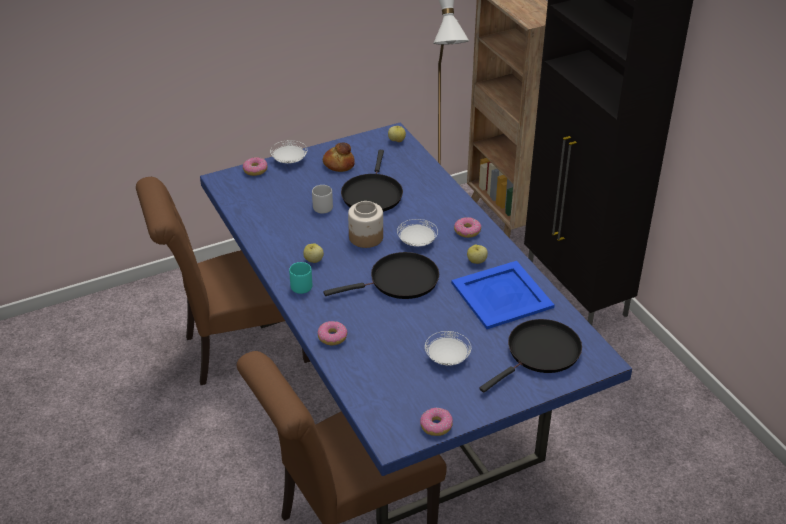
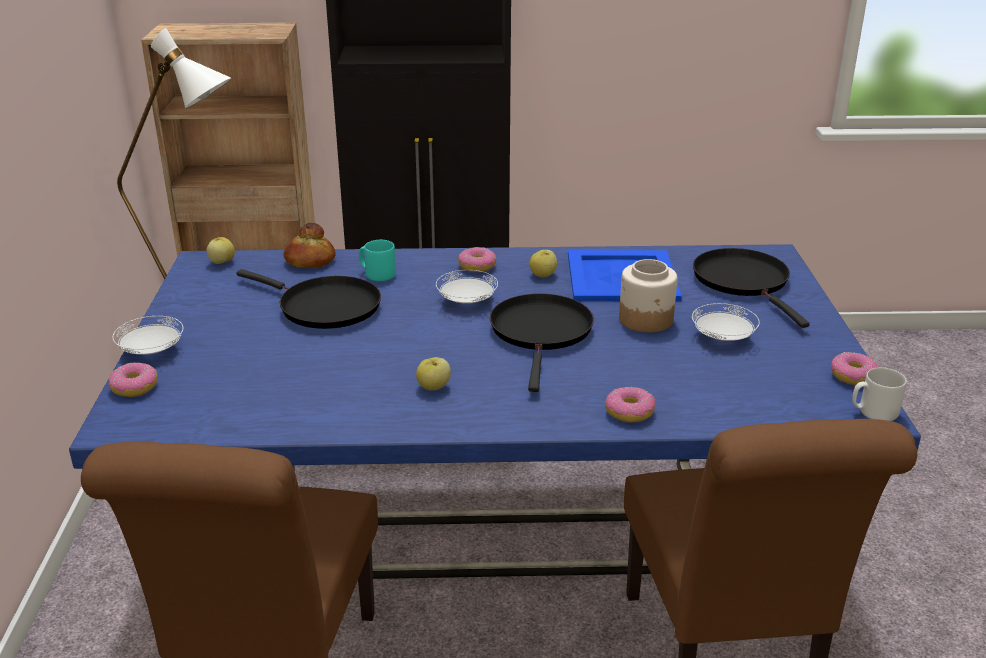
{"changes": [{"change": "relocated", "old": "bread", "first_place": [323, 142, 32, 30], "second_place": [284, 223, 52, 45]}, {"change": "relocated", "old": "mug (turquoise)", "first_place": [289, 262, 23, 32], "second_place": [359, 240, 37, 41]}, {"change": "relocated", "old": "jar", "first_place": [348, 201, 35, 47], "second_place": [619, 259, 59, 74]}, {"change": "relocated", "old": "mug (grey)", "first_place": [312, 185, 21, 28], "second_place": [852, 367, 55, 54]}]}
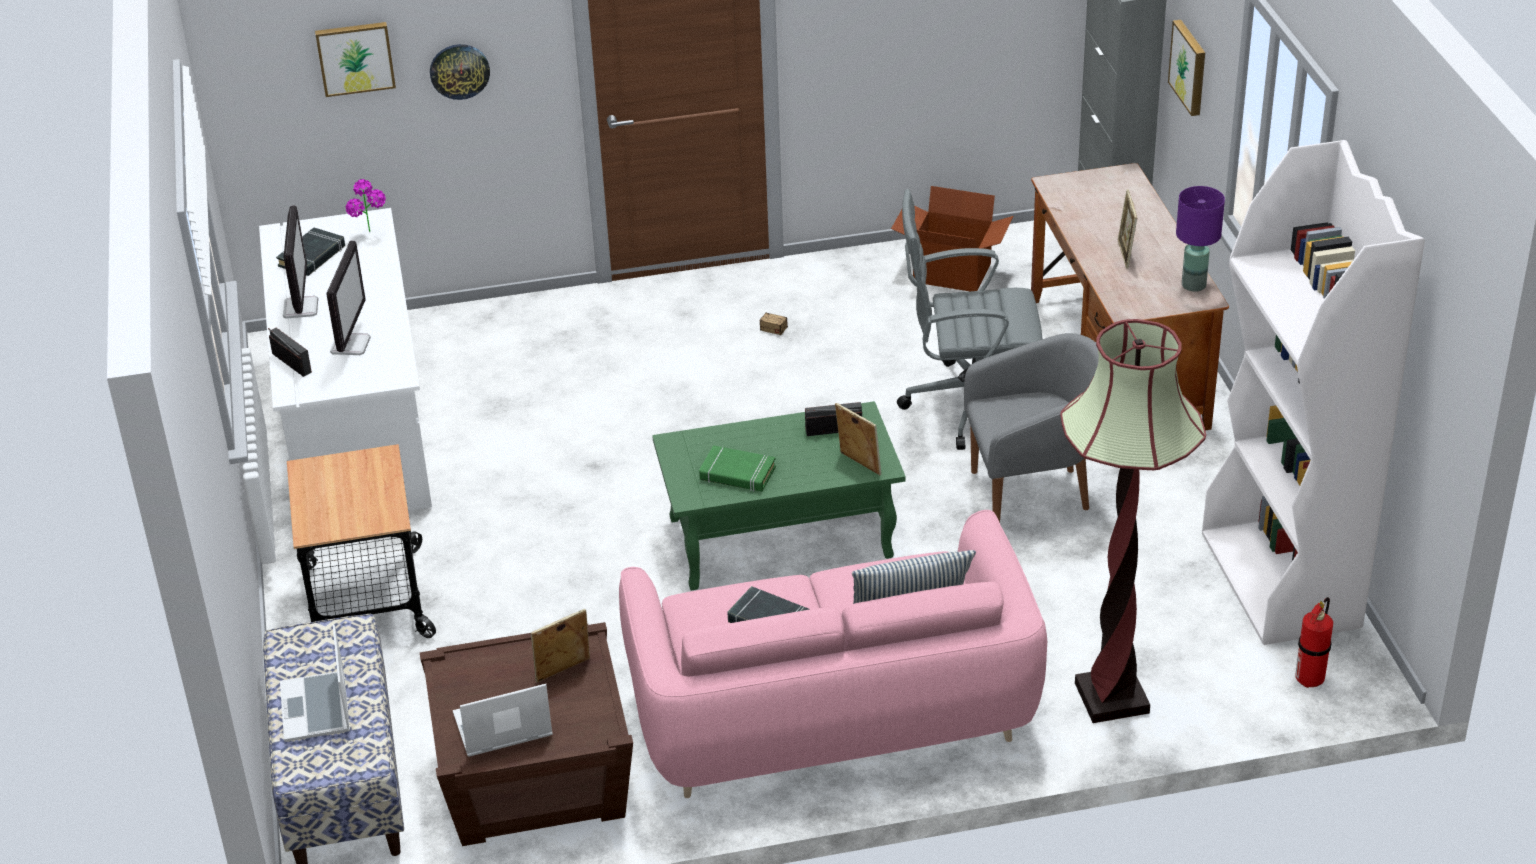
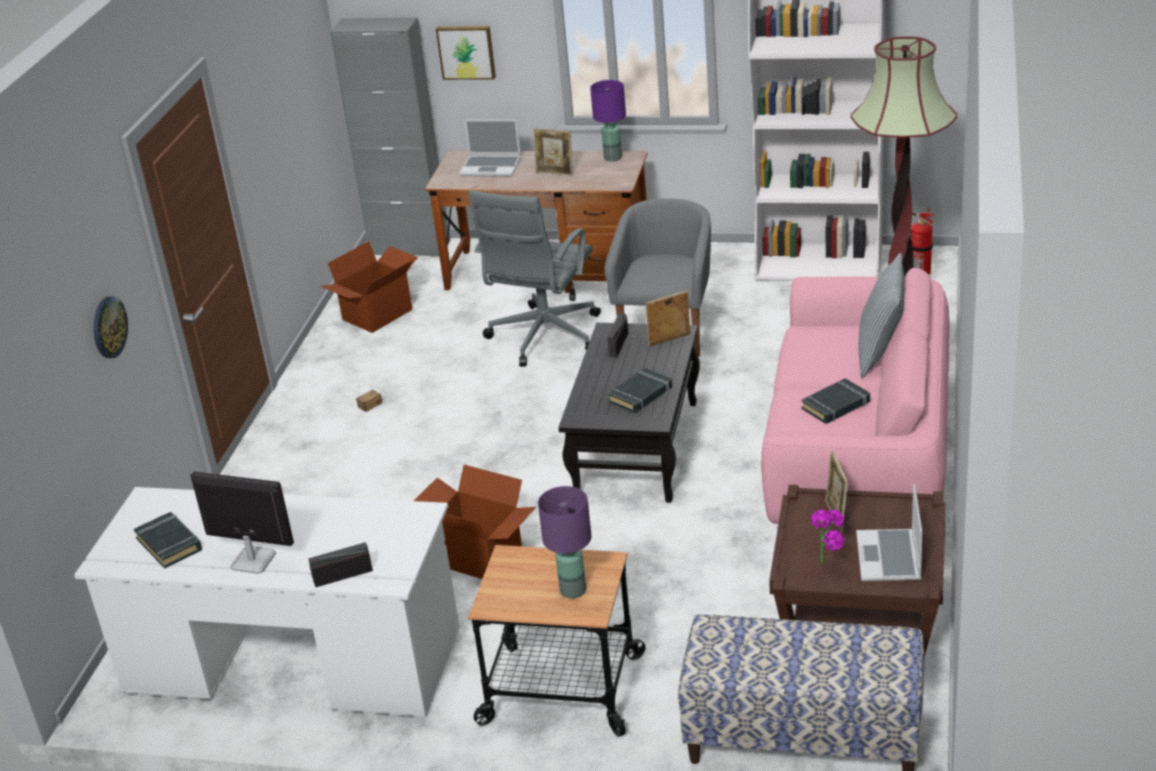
{"changes": [{"change": "appeared", "new": "cardboard box", "second_place": [414, 465, 122, 114]}, {"change": "relocated", "old": "laptop", "first_place": [280, 624, 70, 118], "second_place": [459, 119, 62, 58]}, {"change": "appeared", "new": "table lamp (purple)", "second_place": [538, 486, 53, 112]}, {"change": "colour", "old": "coffee table (green)", "new": "coffee table (black)", "first_place": [652, 401, 254, 190], "second_place": [558, 323, 142, 180]}, {"change": "colour", "old": "book (green)", "new": "book (black)", "first_place": [699, 445, 77, 47], "second_place": [608, 368, 64, 45]}, {"change": "relocated", "old": "potted plant", "first_place": [346, 179, 40, 53], "second_place": [811, 509, 33, 56]}, {"change": "missing", "old": "picture", "first_place": [315, 22, 81, 75]}, {"change": "missing", "old": "monitor", "first_place": [326, 241, 45, 114]}]}
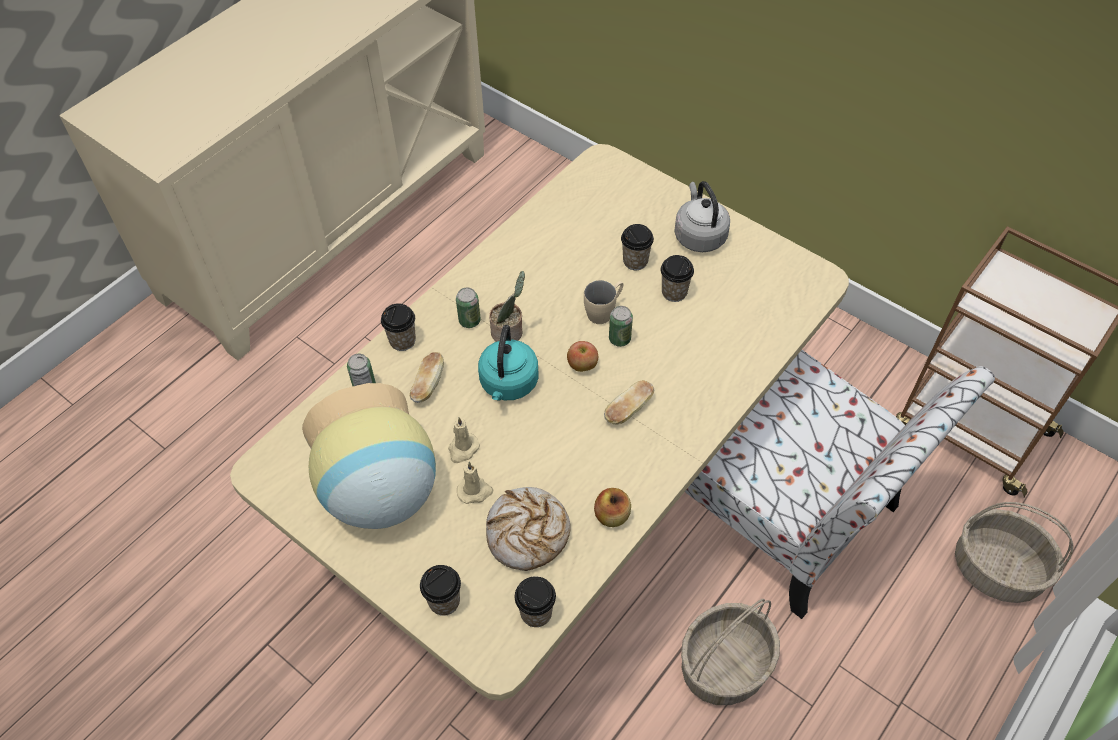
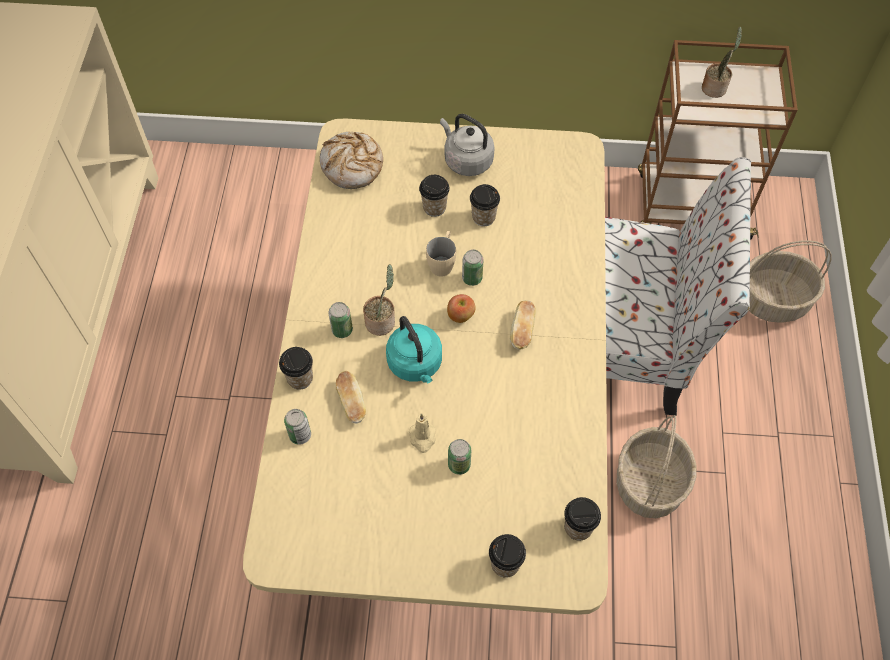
{"changes": [{"change": "relocated", "old": "bread", "first_place": [486, 487, 85, 84], "second_place": [320, 131, 63, 58]}, {"change": "exchanged", "old": "candle (beige)", "new": "can", "first_place": [457, 462, 37, 42], "second_place": [448, 439, 23, 36]}, {"change": "appeared", "new": "potted plant", "second_place": [702, 27, 40, 71]}, {"change": "missing", "old": "vase", "first_place": [302, 383, 134, 146]}, {"change": "missing", "old": "apple", "first_place": [594, 488, 37, 39]}]}
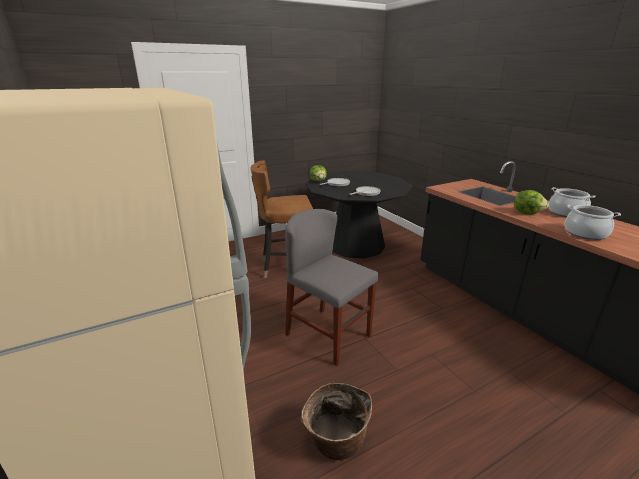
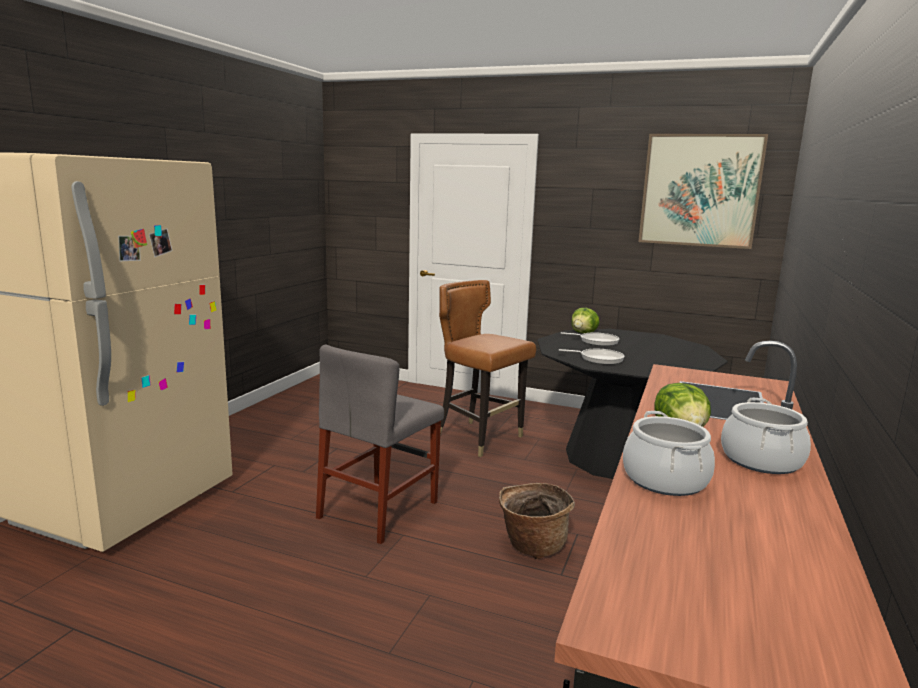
{"changes": [{"change": "spun", "old": "chair (grey)", "first_place": [285, 209, 93, 157], "second_place": [316, 345, 128, 199], "degrees": -150}, {"change": "relocated", "old": "basket", "first_place": [301, 383, 71, 77], "second_place": [499, 483, 76, 76]}, {"change": "appeared", "new": "picture", "second_place": [638, 134, 130, 115]}]}
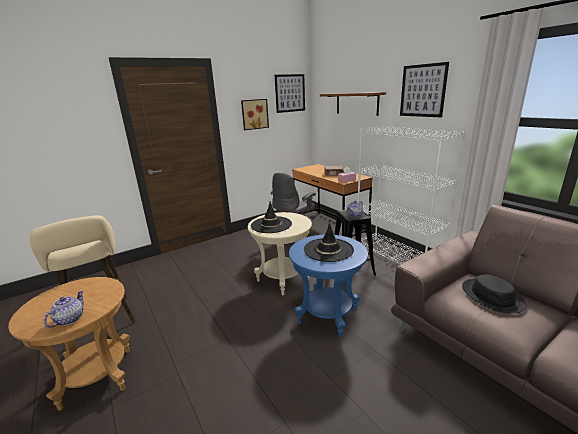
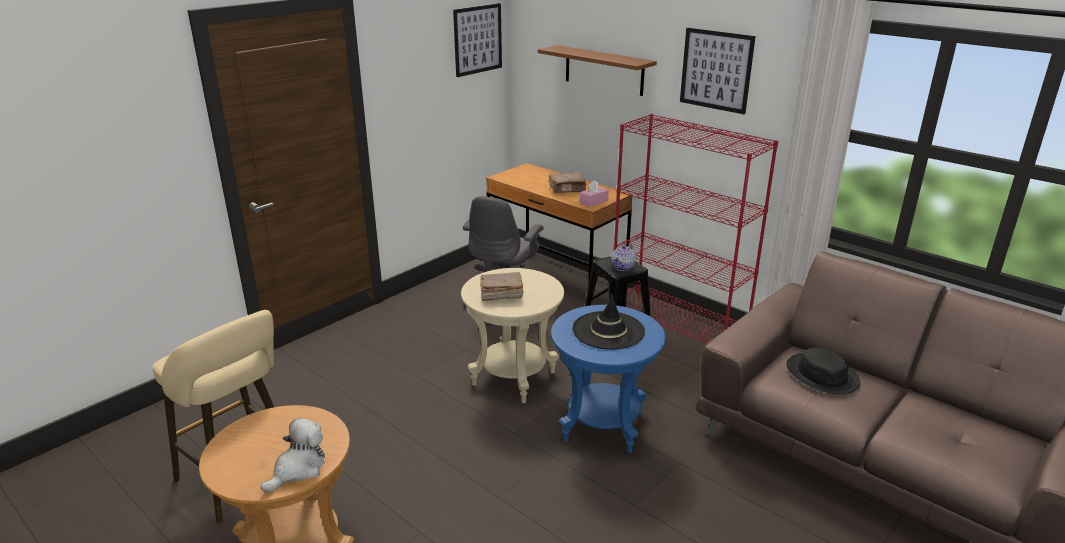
{"changes": [{"change": "exchanged", "old": "teapot", "new": "plush toy", "first_place": [43, 290, 41, 38], "second_place": [261, 418, 64, 74]}, {"change": "exchanged", "old": "hat (black)", "new": "book (brown)", "first_place": [251, 201, 41, 32], "second_place": [480, 272, 44, 29]}, {"change": "colour", "old": "bookcase (white)", "new": "bookcase (red)", "first_place": [358, 126, 107, 138], "second_place": [614, 114, 164, 230]}, {"change": "missing", "old": "picture", "first_place": [241, 99, 28, 31]}]}
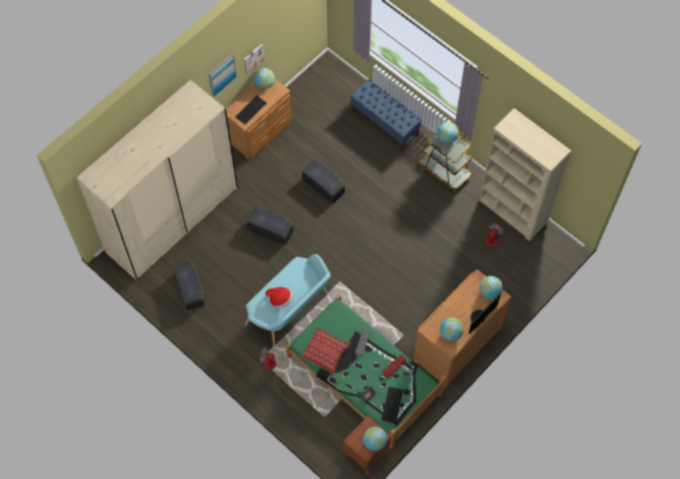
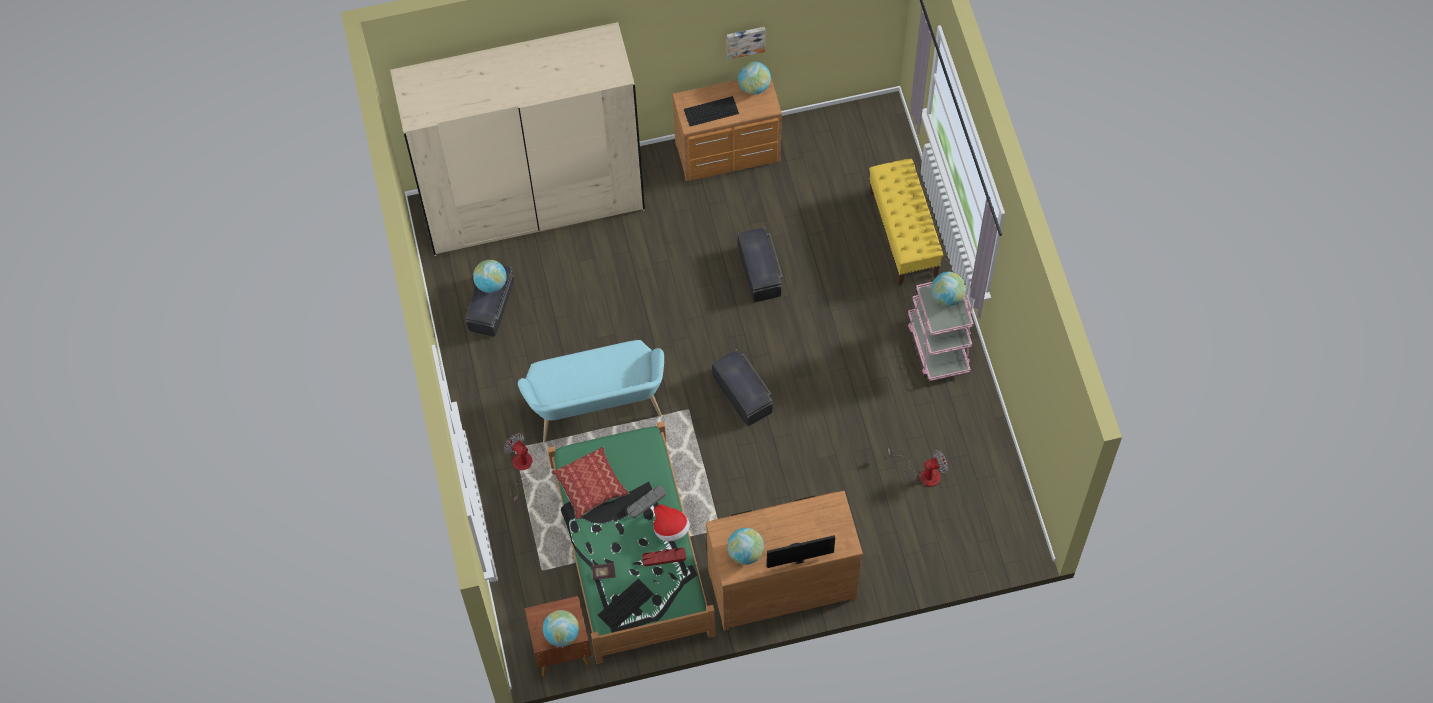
{"changes": [{"change": "relocated", "old": "globe", "first_place": [479, 276, 24, 23], "second_place": [473, 260, 34, 33]}, {"change": "relocated", "old": "hat", "first_place": [265, 287, 28, 21], "second_place": [653, 504, 37, 37]}, {"change": "relocated", "old": "storage box (black)", "first_place": [247, 207, 47, 38], "second_place": [712, 349, 61, 78]}, {"change": "colour", "old": "bench (blue)", "new": "bench (yellow)", "first_place": [350, 79, 72, 73], "second_place": [869, 158, 74, 128]}, {"change": "colour", "old": "cart (brown)", "new": "cart (pink)", "first_place": [419, 131, 54, 60], "second_place": [908, 282, 66, 99]}, {"change": "missing", "old": "picture", "first_place": [208, 53, 29, 44]}, {"change": "missing", "old": "bookcase (beige)", "first_place": [479, 108, 92, 133]}]}
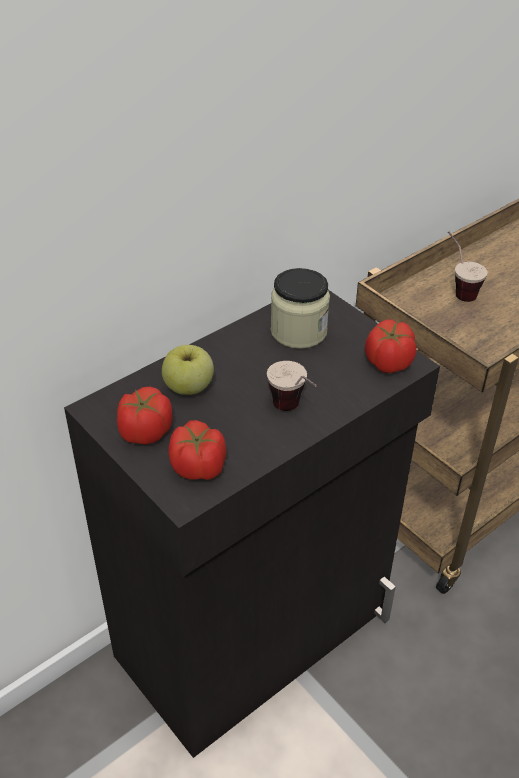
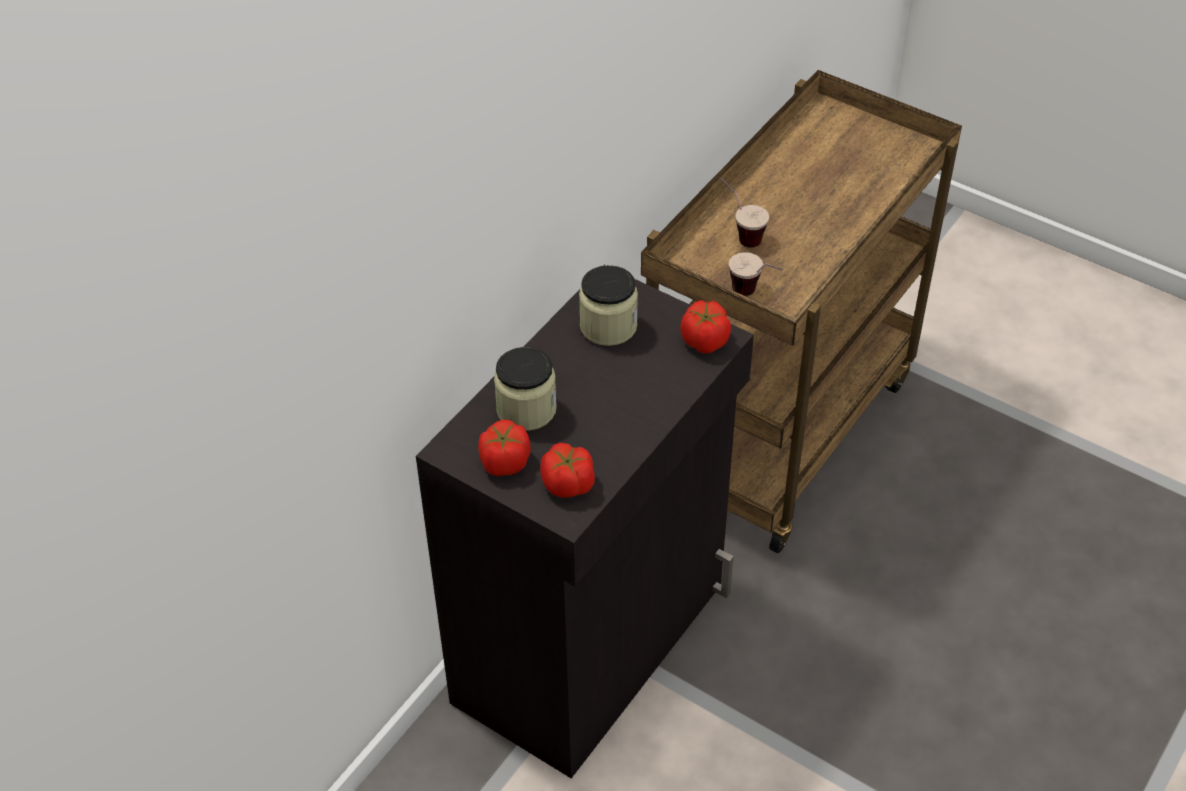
{"changes": [{"change": "exchanged", "old": "apple", "new": "jar", "first_place": [162, 345, 52, 50], "second_place": [494, 347, 63, 84]}, {"change": "relocated", "old": "cup", "first_place": [267, 361, 50, 50], "second_place": [729, 252, 54, 44]}]}
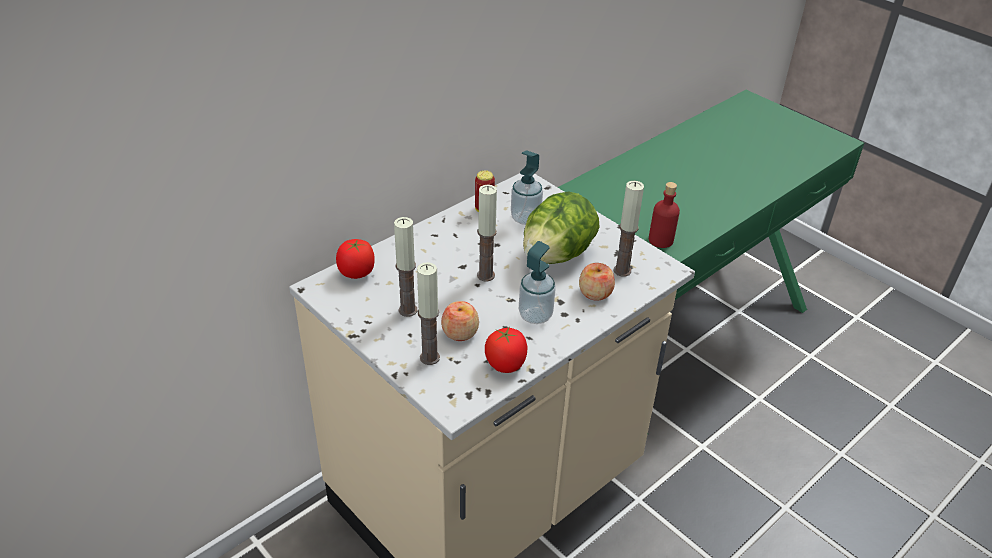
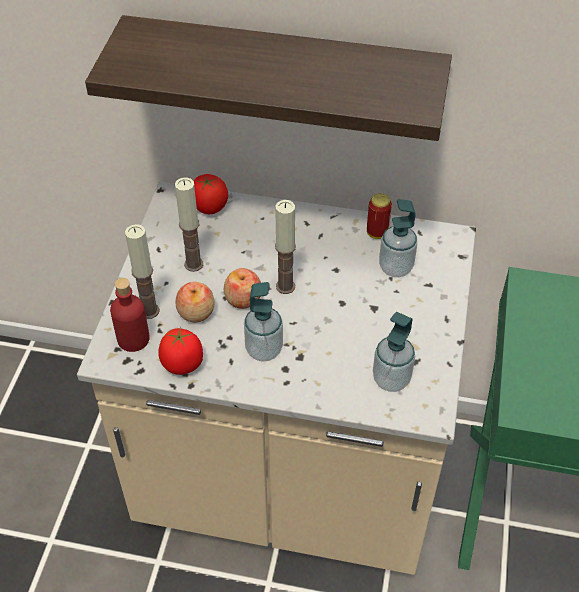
{"changes": [{"change": "appeared", "new": "shelf", "second_place": [85, 15, 367, 126]}, {"change": "relocated", "old": "bottle (red)", "first_place": [649, 182, 31, 66], "second_place": [110, 278, 40, 74]}, {"change": "relocated", "old": "apple", "first_place": [579, 263, 36, 38], "second_place": [224, 268, 37, 41]}, {"change": "exchanged", "old": "candle", "new": "soap dispenser", "first_place": [613, 181, 31, 96], "second_place": [373, 312, 42, 80]}, {"change": "missing", "old": "lettuce", "first_place": [523, 192, 77, 72]}]}
